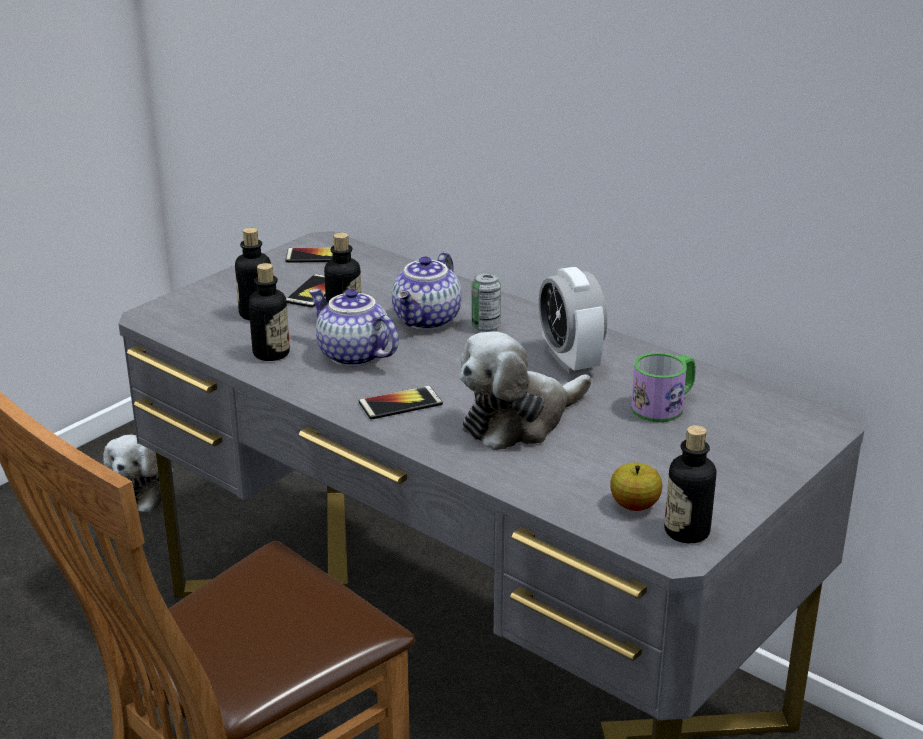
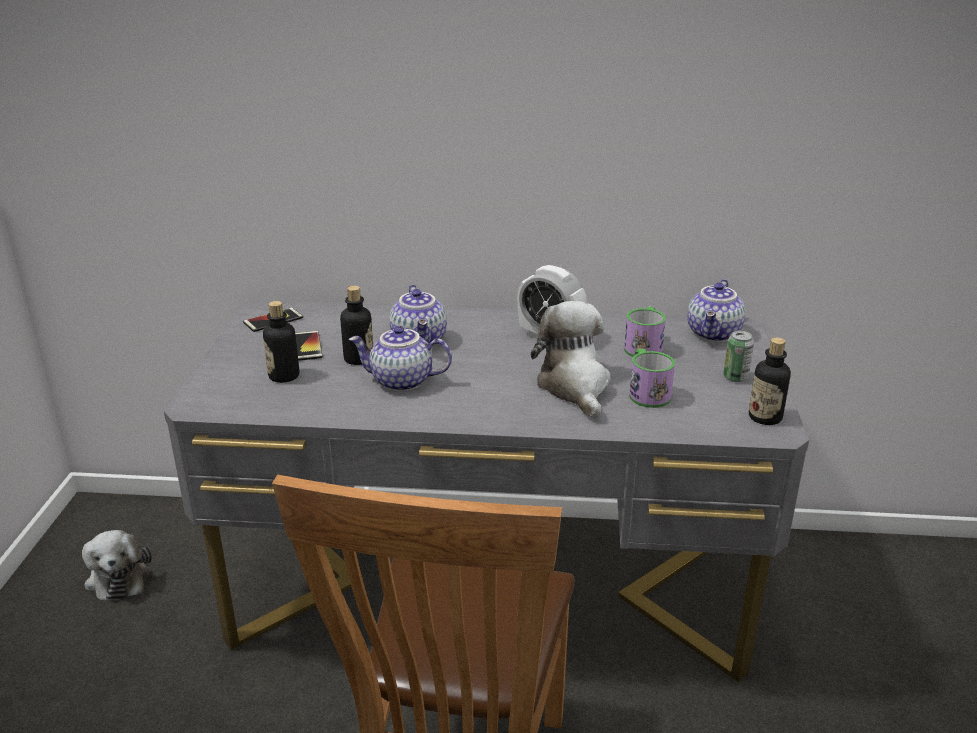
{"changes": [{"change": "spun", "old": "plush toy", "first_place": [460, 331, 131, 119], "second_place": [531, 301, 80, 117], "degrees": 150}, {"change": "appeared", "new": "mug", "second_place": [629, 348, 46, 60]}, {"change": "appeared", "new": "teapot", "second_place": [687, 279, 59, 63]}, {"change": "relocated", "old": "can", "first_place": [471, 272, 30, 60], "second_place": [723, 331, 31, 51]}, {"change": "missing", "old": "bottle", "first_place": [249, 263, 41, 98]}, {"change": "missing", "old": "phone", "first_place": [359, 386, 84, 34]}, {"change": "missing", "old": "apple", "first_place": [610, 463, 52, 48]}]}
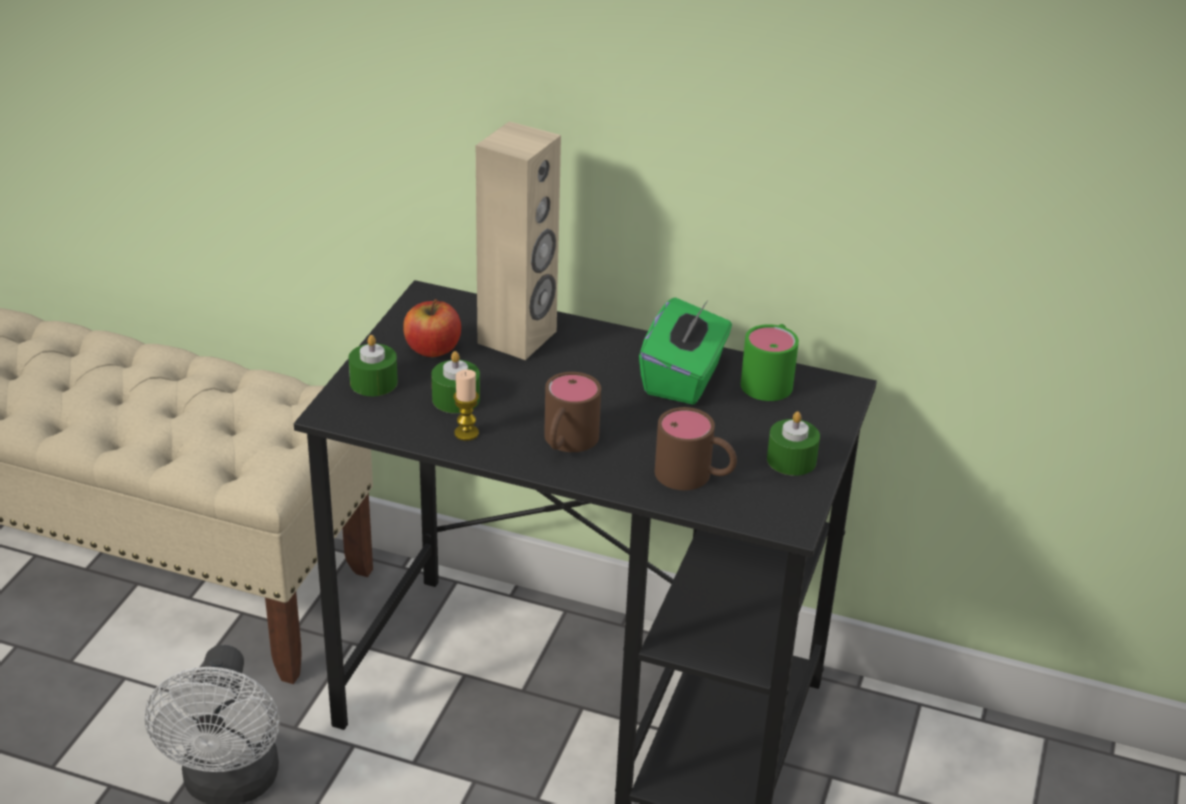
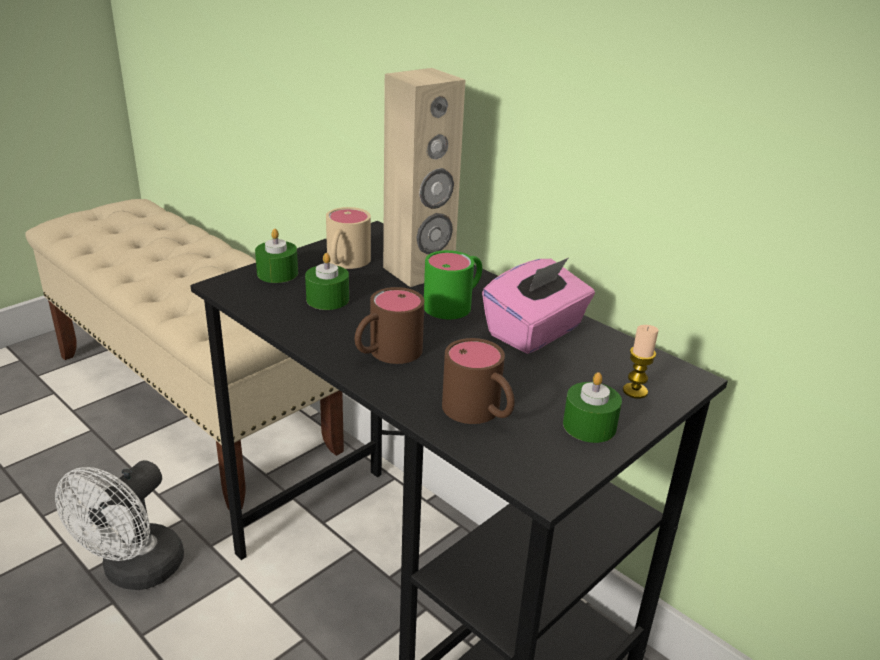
{"changes": [{"change": "exchanged", "old": "apple", "new": "mug (beige)", "first_place": [403, 299, 58, 58], "second_place": [326, 207, 45, 62]}, {"change": "relocated", "old": "mug (green)", "first_place": [741, 324, 58, 77], "second_place": [424, 250, 58, 69]}, {"change": "colour", "old": "tissue box (green)", "new": "tissue box (pink)", "first_place": [639, 297, 93, 108], "second_place": [482, 258, 113, 96]}, {"change": "relocated", "old": "candle", "first_place": [453, 369, 26, 72], "second_place": [623, 325, 36, 74]}]}
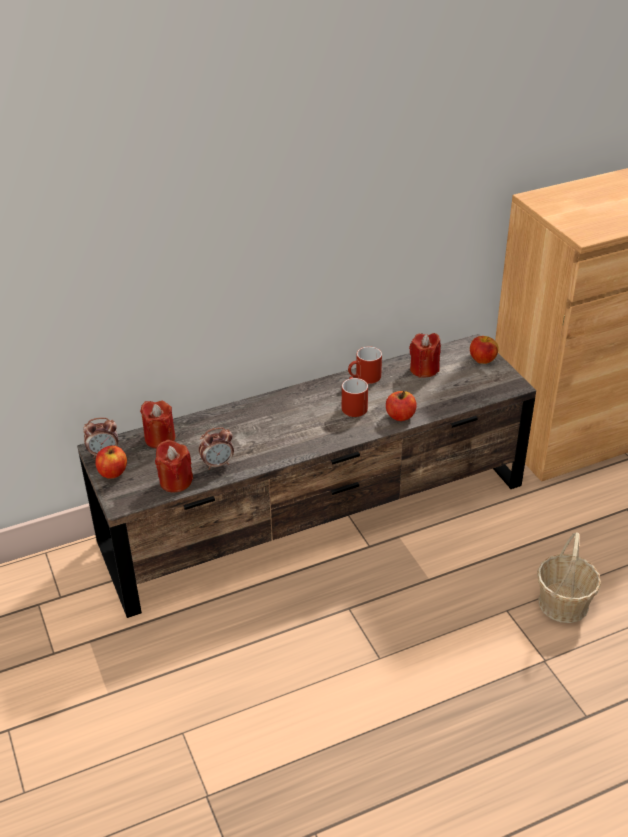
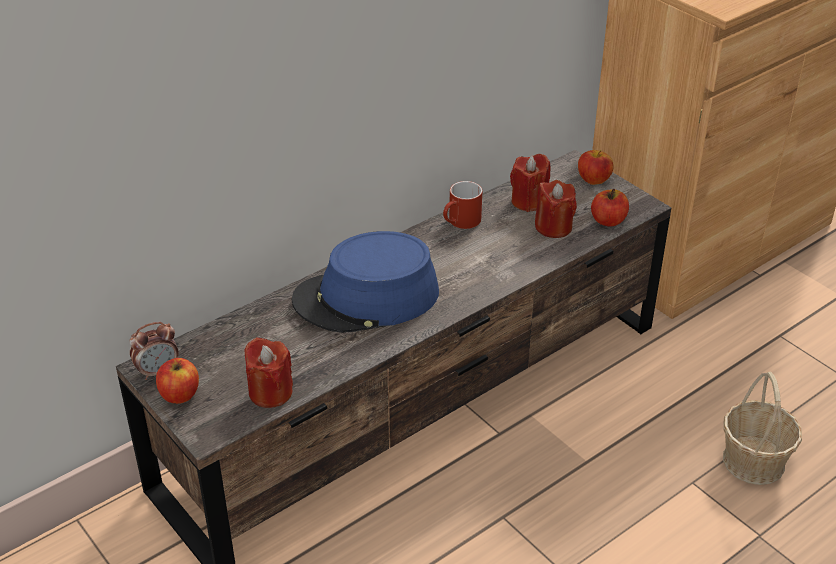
{"changes": [{"change": "appeared", "new": "hat (blue)", "second_place": [292, 231, 147, 102]}, {"change": "relocated", "old": "candle (red)", "first_place": [140, 401, 36, 48], "second_place": [535, 180, 42, 58]}, {"change": "relocated", "old": "apple", "first_place": [386, 391, 31, 30], "second_place": [591, 189, 38, 37]}, {"change": "missing", "old": "alarm clock", "first_place": [199, 427, 35, 43]}, {"change": "missing", "old": "mug (red)", "first_place": [342, 377, 26, 40]}]}
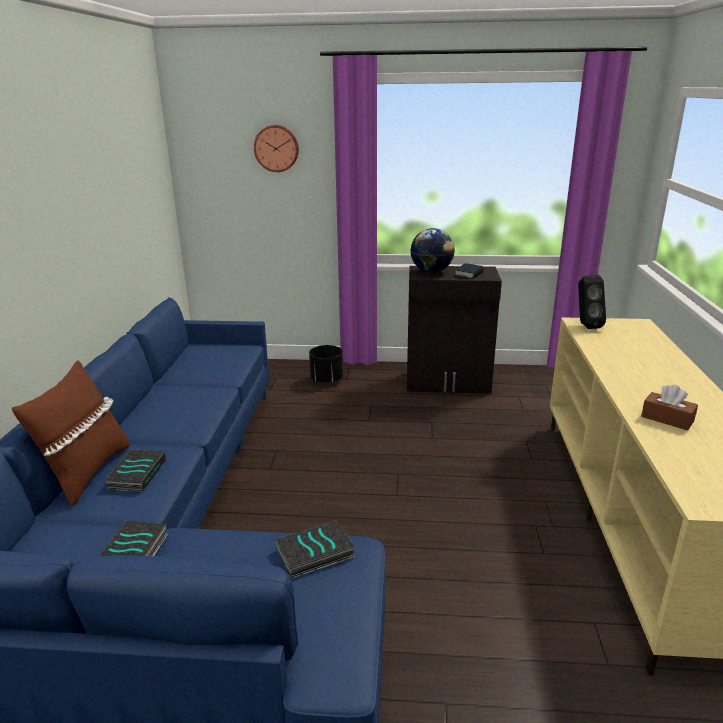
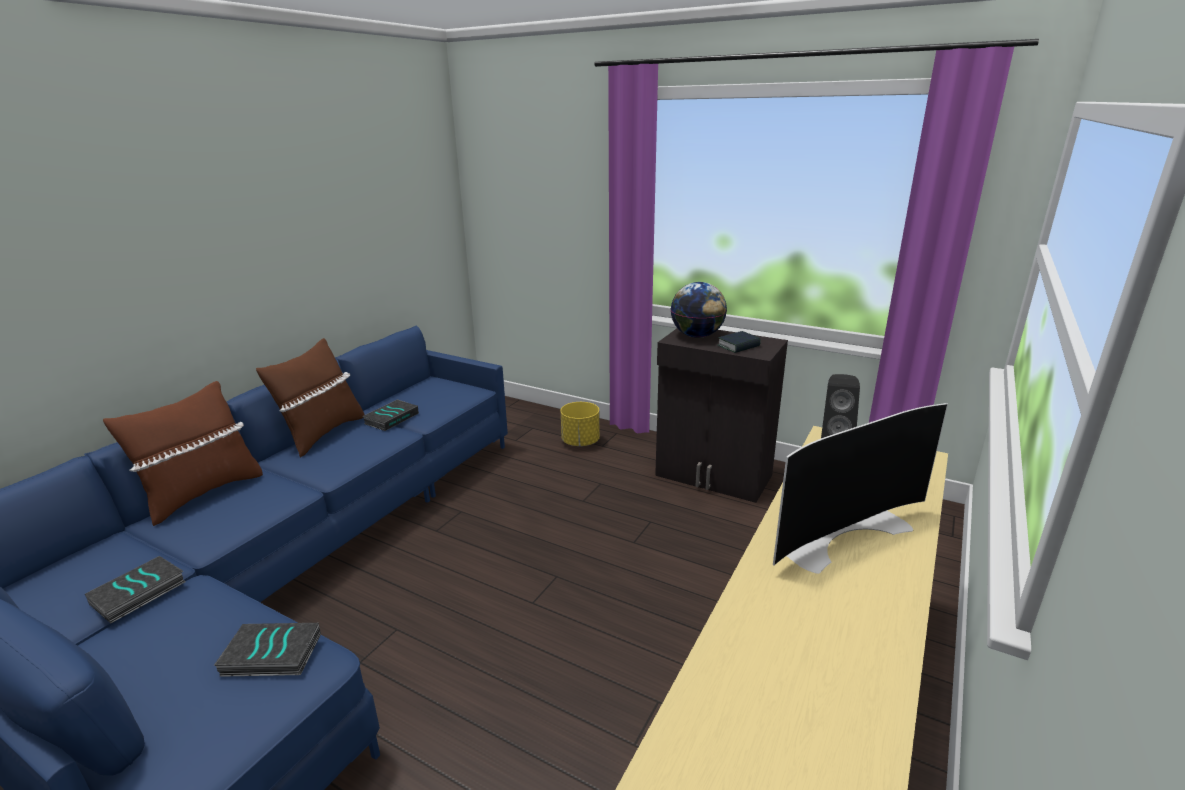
{"changes": [{"change": "appeared", "new": "pillow (brown)", "second_place": [256, 338, 108, 120]}, {"change": "relocated", "old": "book", "first_place": [104, 449, 62, 43], "second_place": [362, 399, 57, 32]}, {"change": "colour", "old": "planter (black)", "new": "planter (yellow)", "first_place": [309, 345, 34, 39], "second_place": [561, 402, 39, 44]}, {"change": "appeared", "new": "television", "second_place": [773, 403, 175, 171]}, {"change": "missing", "old": "wall clock", "first_place": [254, 125, 45, 47]}, {"change": "missing", "old": "tissue box (brown)", "first_place": [641, 385, 57, 45]}]}
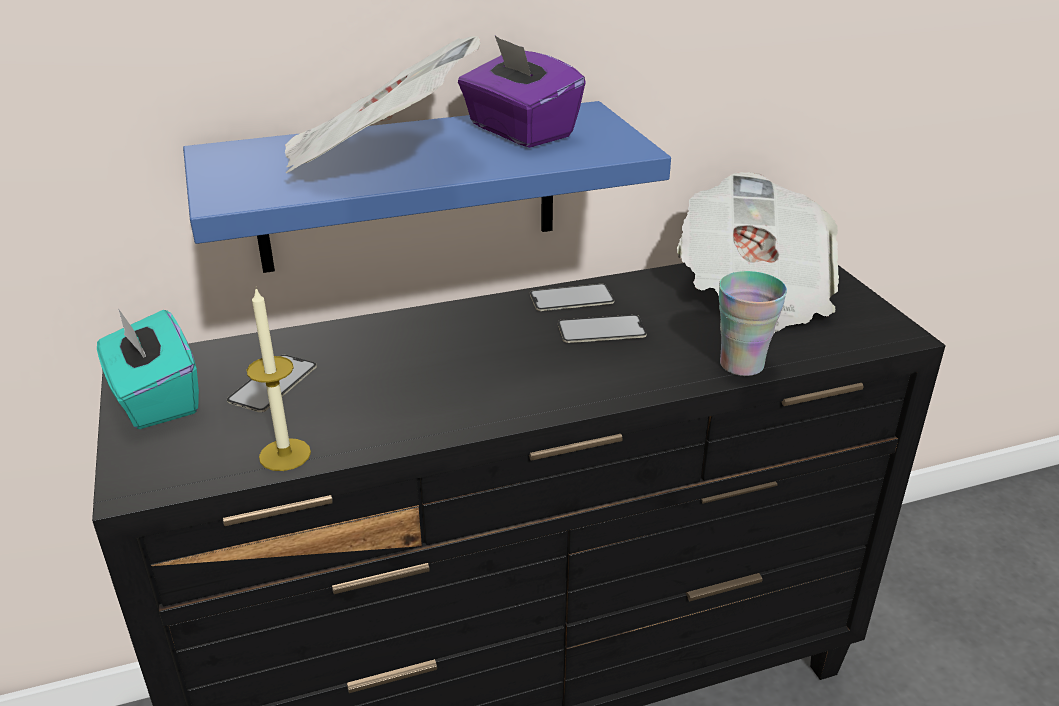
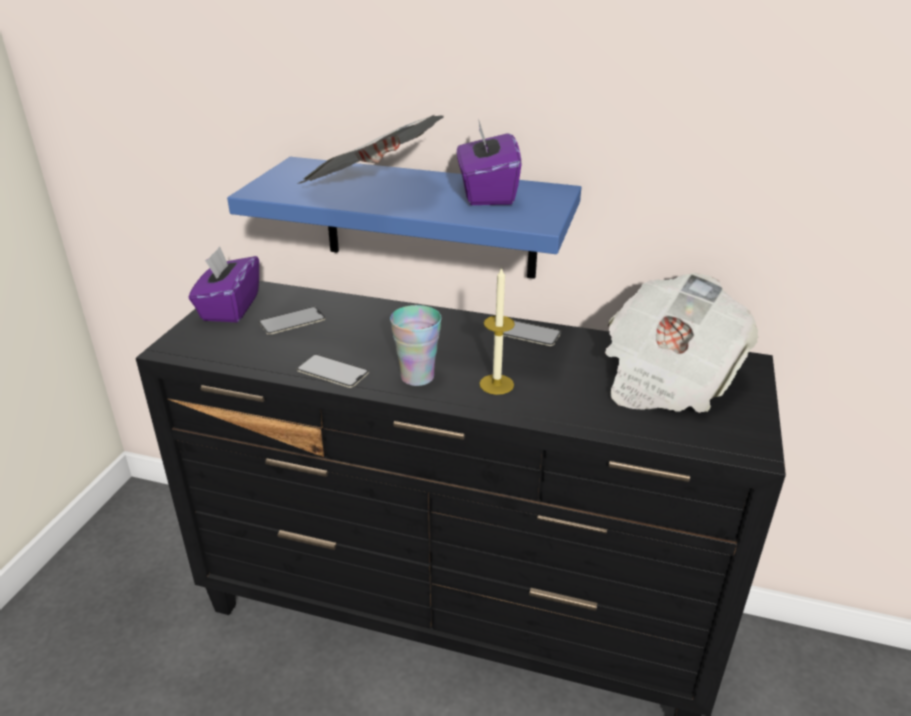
{"changes": [{"change": "colour", "old": "tissue box (turquoise)", "new": "tissue box (purple)", "first_place": [97, 310, 102, 119], "second_place": [189, 246, 70, 76]}, {"change": "relocated", "old": "phone", "first_place": [558, 315, 89, 28], "second_place": [296, 354, 73, 34]}, {"change": "relocated", "old": "cup", "first_place": [719, 271, 68, 105], "second_place": [390, 305, 51, 81]}, {"change": "relocated", "old": "candle", "first_place": [247, 288, 64, 183], "second_place": [479, 266, 36, 129]}]}
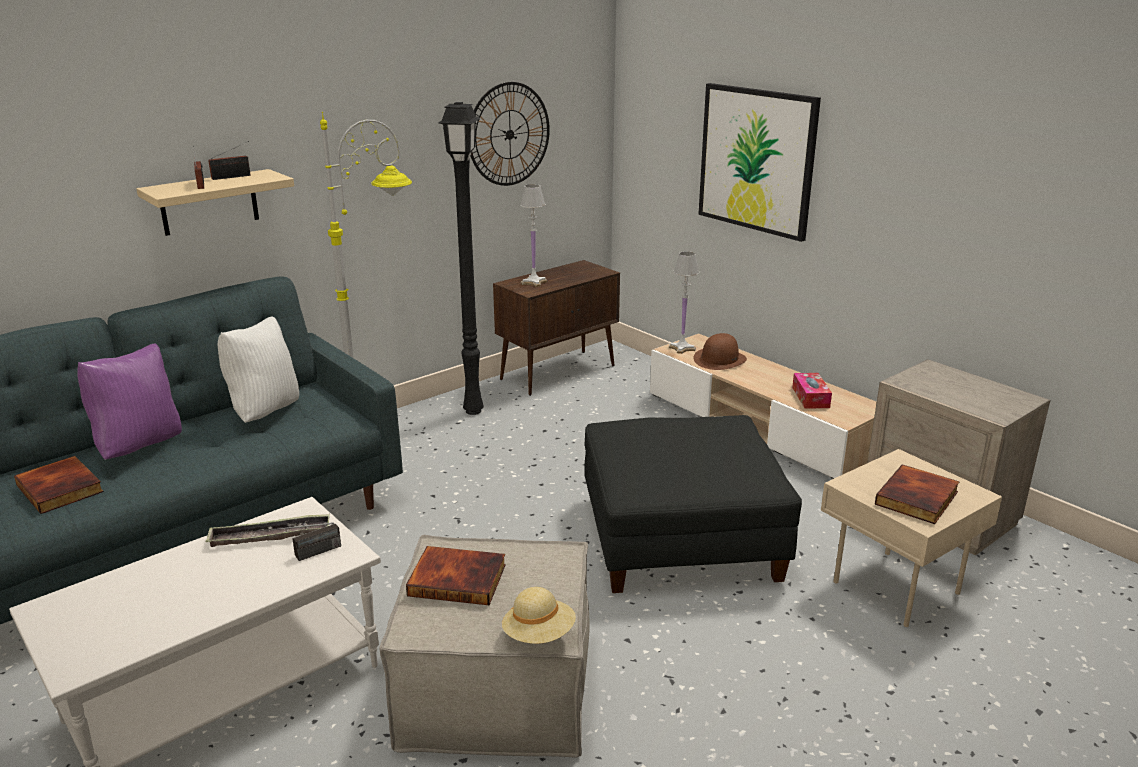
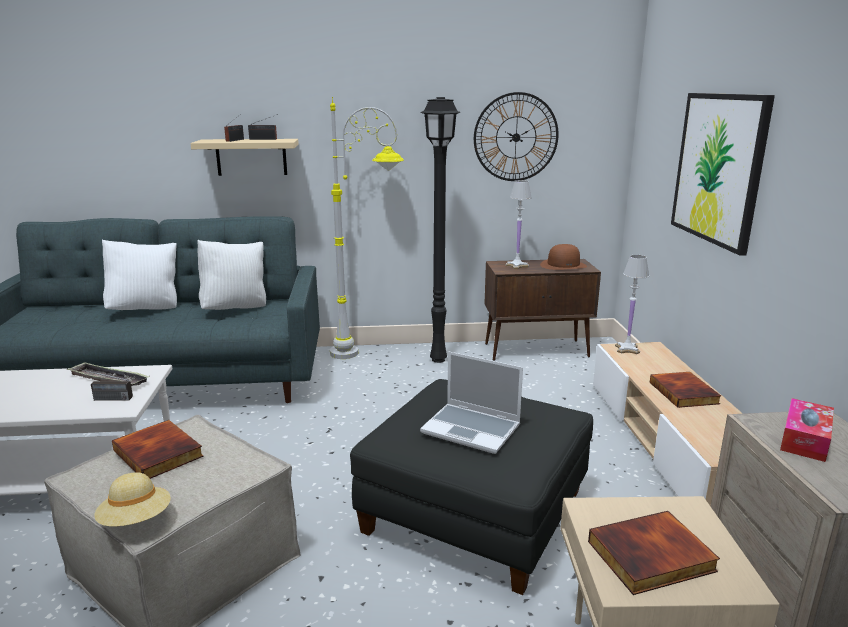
{"changes": [{"change": "colour", "old": "pillow (purple)", "new": "pillow (white)", "first_place": [77, 343, 105, 117], "second_place": [102, 240, 75, 70]}, {"change": "appeared", "new": "laptop", "second_place": [420, 351, 103, 103]}, {"change": "relocated", "old": "hat (brown)", "first_place": [693, 333, 54, 37], "second_place": [540, 244, 47, 26]}, {"change": "relocated", "old": "book", "first_place": [14, 456, 90, 58], "second_place": [649, 372, 72, 36]}, {"change": "relocated", "old": "tissue box", "first_place": [792, 373, 40, 36], "second_place": [780, 398, 54, 64]}]}
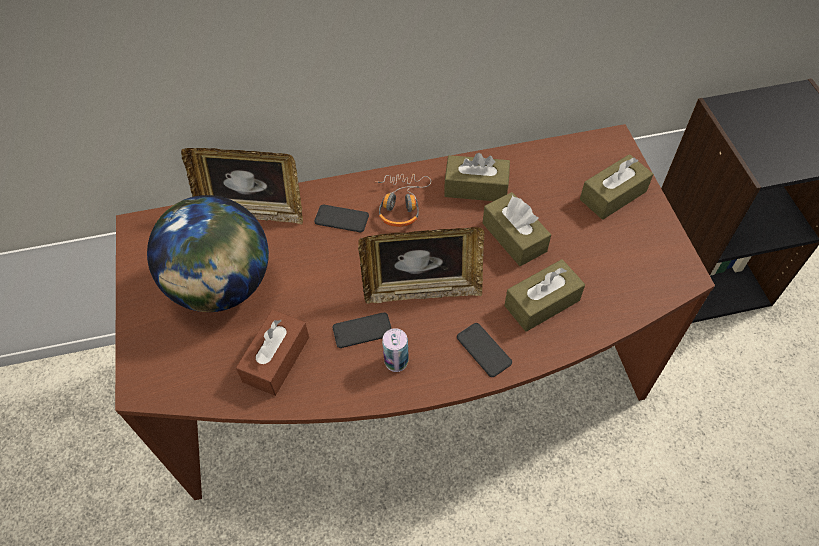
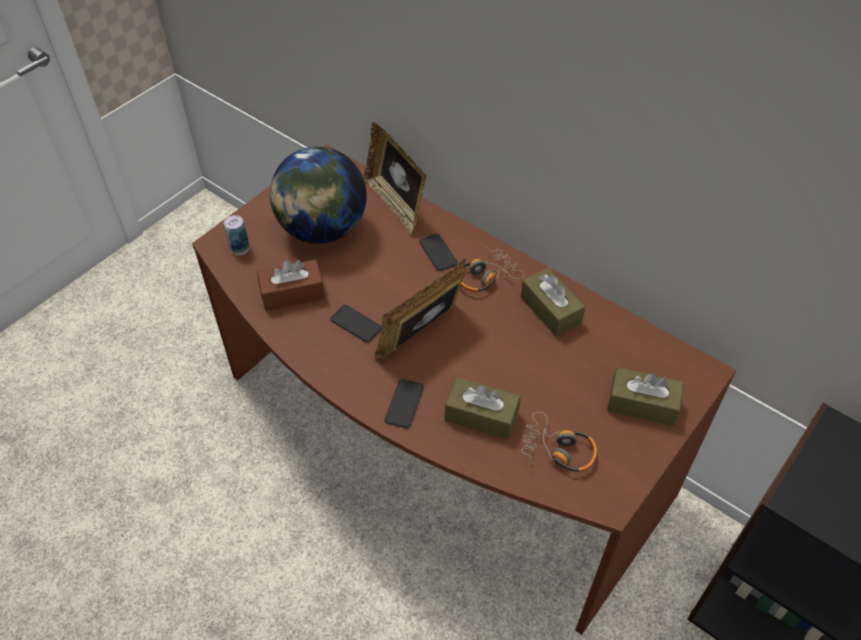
{"changes": [{"change": "relocated", "old": "can", "first_place": [382, 328, 27, 44], "second_place": [224, 215, 25, 40]}, {"change": "spun", "old": "picture frame", "first_place": [358, 227, 127, 77], "second_place": [375, 258, 91, 101], "degrees": 90}, {"change": "appeared", "new": "headphones", "second_place": [521, 412, 76, 60]}, {"change": "missing", "old": "tissue box (brown)", "first_place": [483, 192, 68, 74]}]}
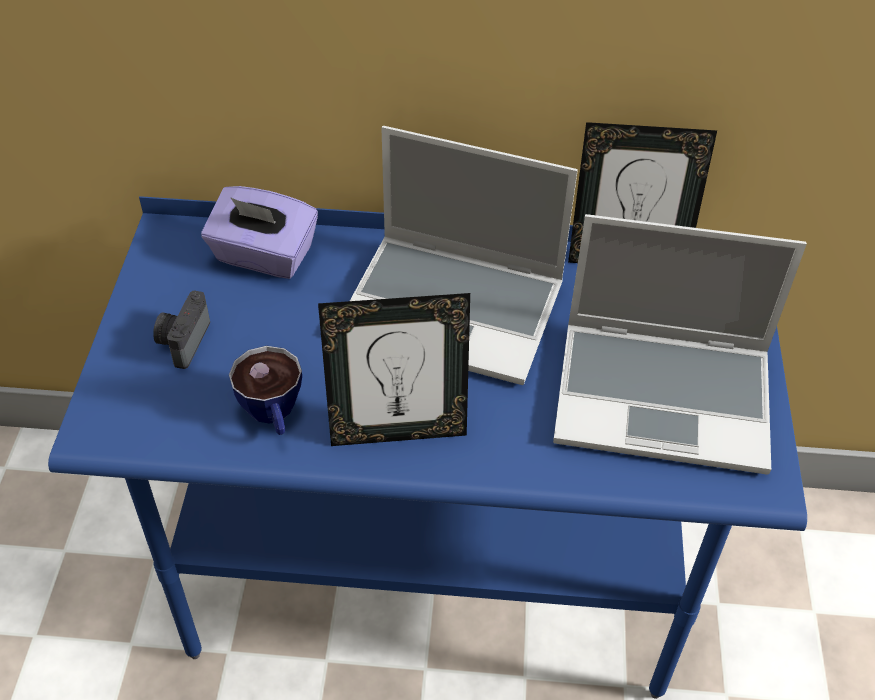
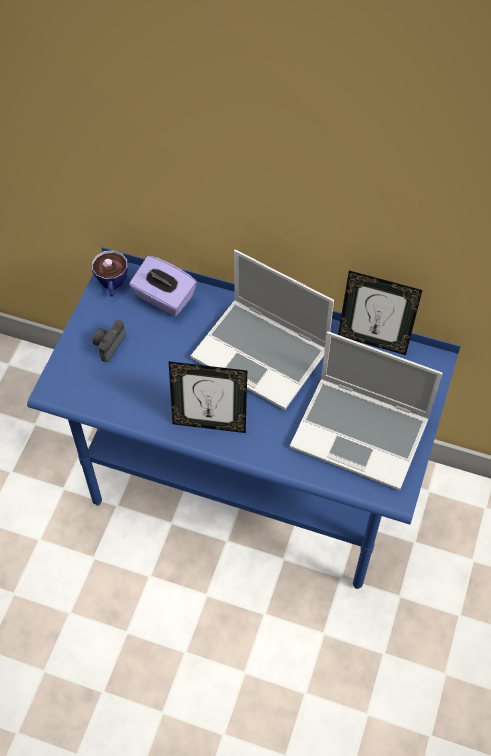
{"changes": [{"change": "relocated", "old": "cup", "first_place": [229, 346, 73, 89], "second_place": [92, 250, 36, 47]}]}
